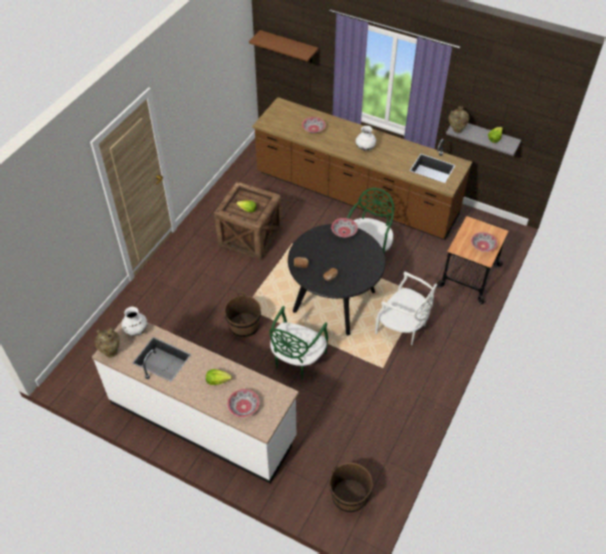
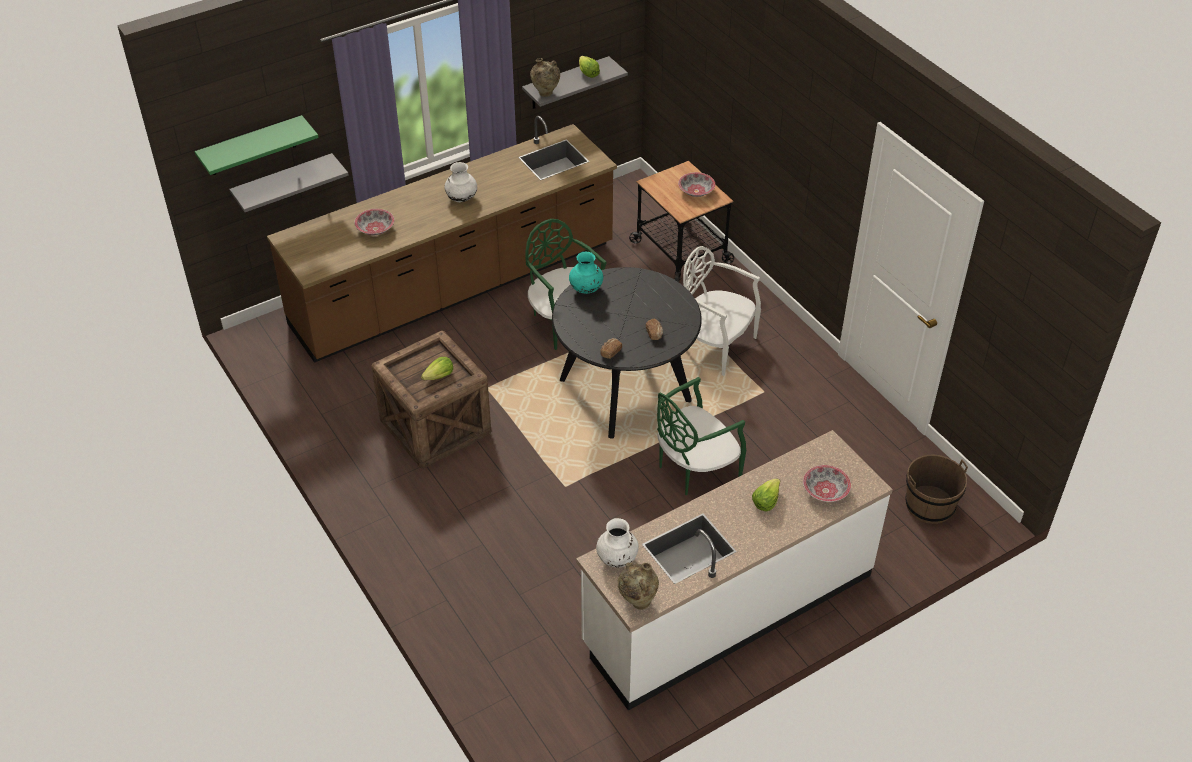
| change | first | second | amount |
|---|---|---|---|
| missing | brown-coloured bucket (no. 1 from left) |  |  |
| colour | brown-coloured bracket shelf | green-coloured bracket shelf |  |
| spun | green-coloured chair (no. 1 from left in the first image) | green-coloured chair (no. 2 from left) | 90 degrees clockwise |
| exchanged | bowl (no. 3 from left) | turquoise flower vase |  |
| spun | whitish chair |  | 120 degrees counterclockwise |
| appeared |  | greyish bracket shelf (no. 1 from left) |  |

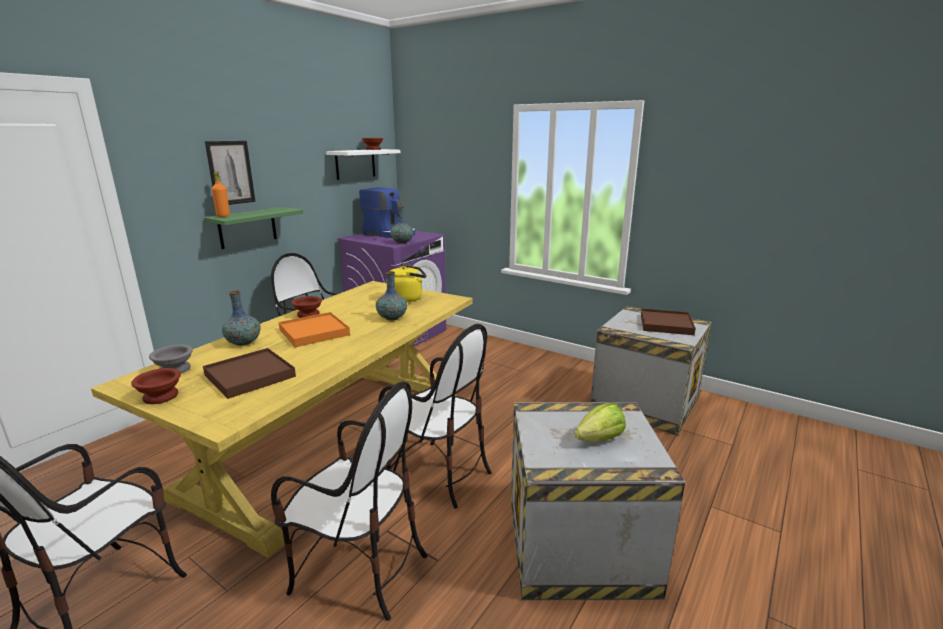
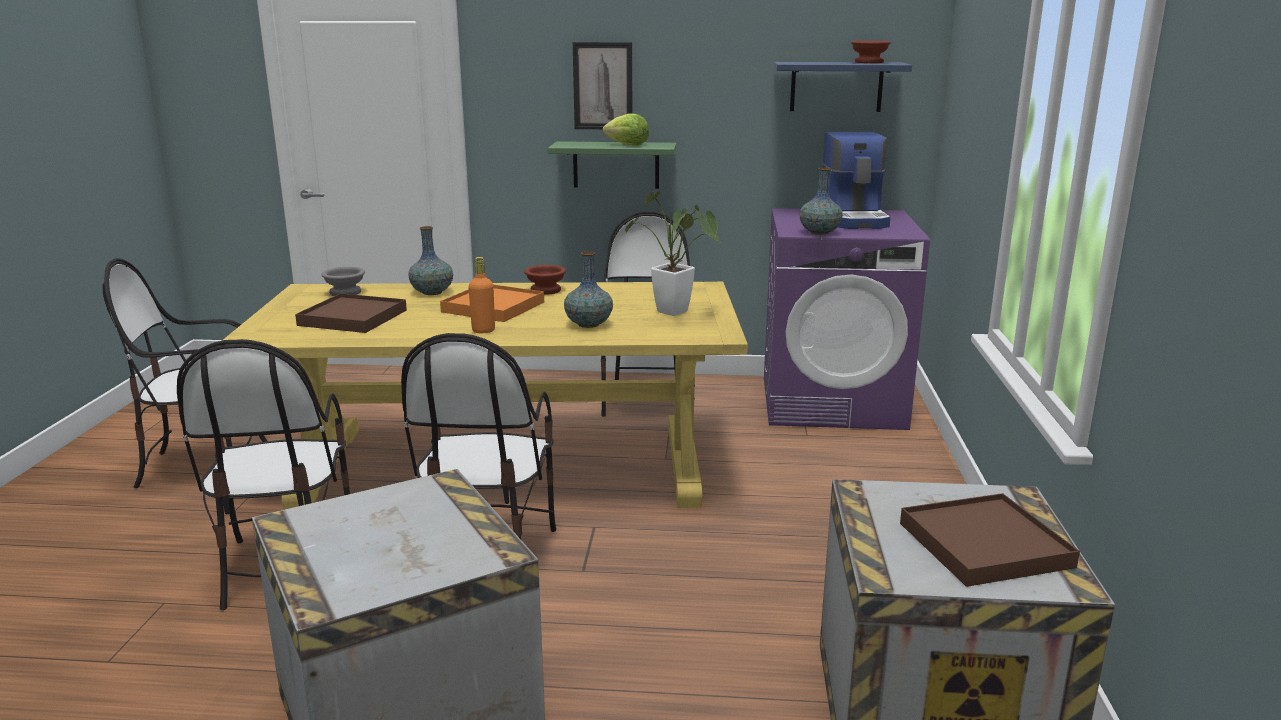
| change | first | second | amount |
|---|---|---|---|
| missing | brown-coloured bowl (no. 1 from left) |  |  |
| relocated | orange beverage bottle |  |  |
| colour | whitish bracket shelf | blue-coloured bracket shelf |  |
| exchanged | yellow-coloured water kettle | houseplant |  |
| relocated | lettuce |  |  |

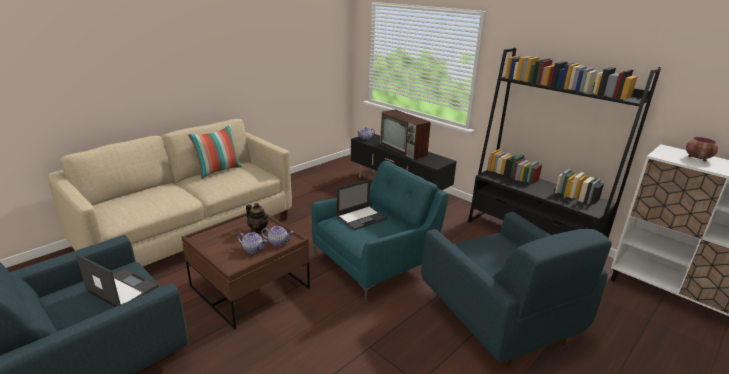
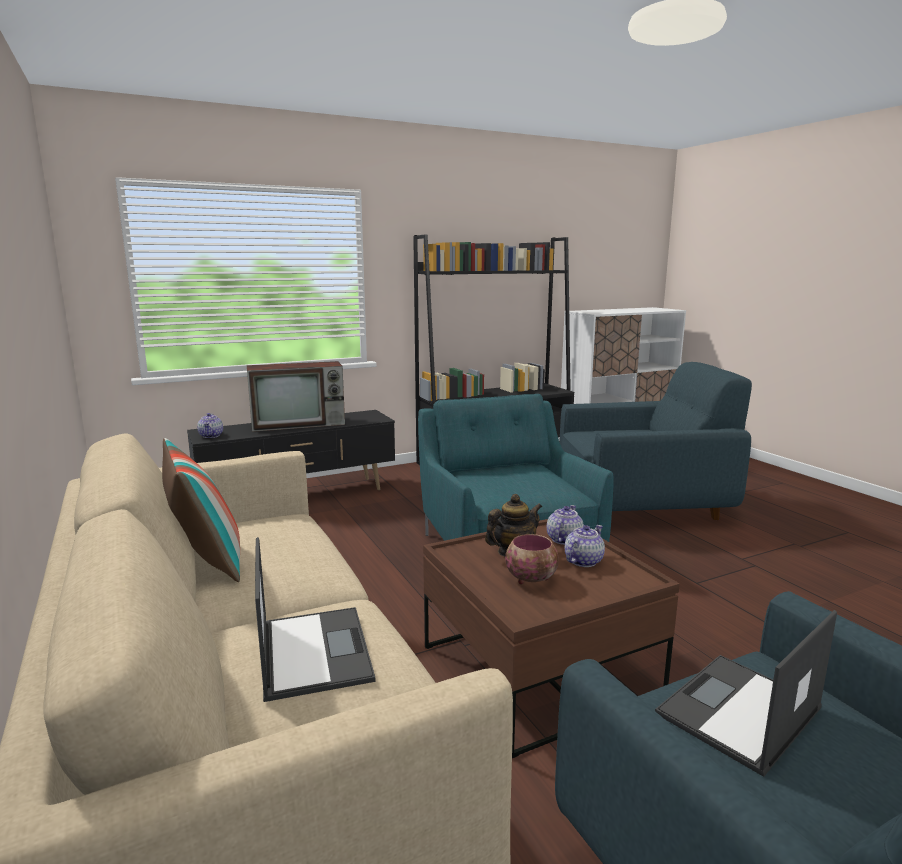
| change | first | second | amount |
|---|---|---|---|
| relocated | laptop (no. 2 from left in the first image) | laptop (no. 1 from left) |  |
| relocated | bowl |  |  |

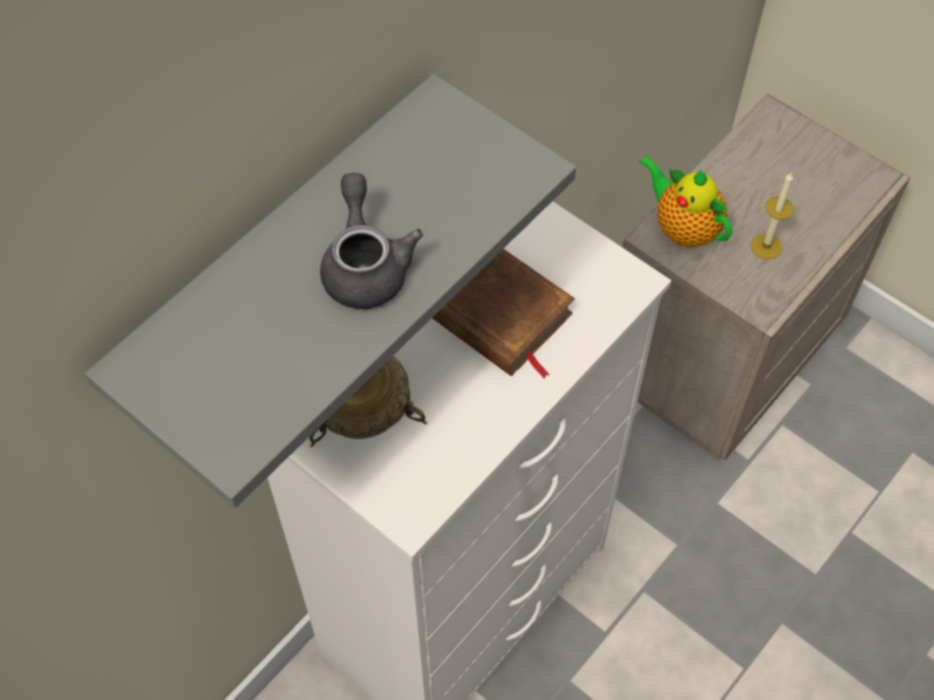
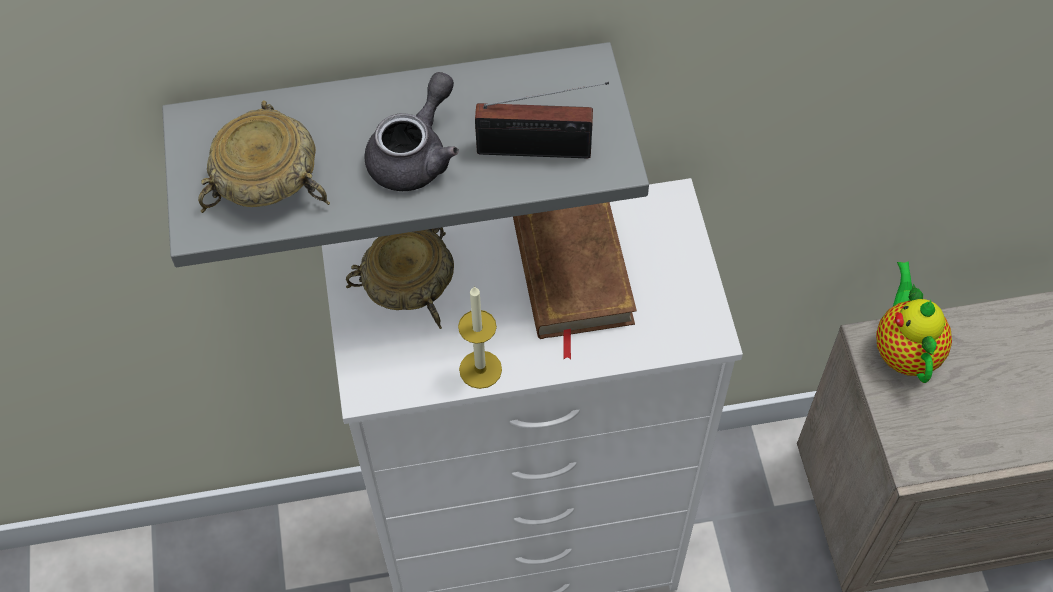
| change | first | second | amount |
|---|---|---|---|
| relocated | candle |  |  |
| appeared |  | beige bowl (no. 1 from left) |  |
| appeared |  | radio set |  |

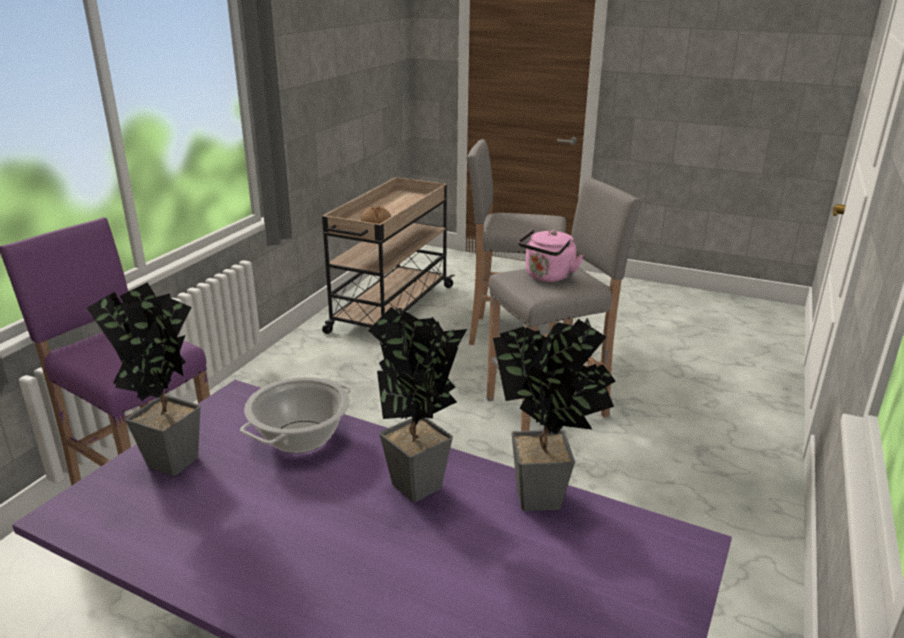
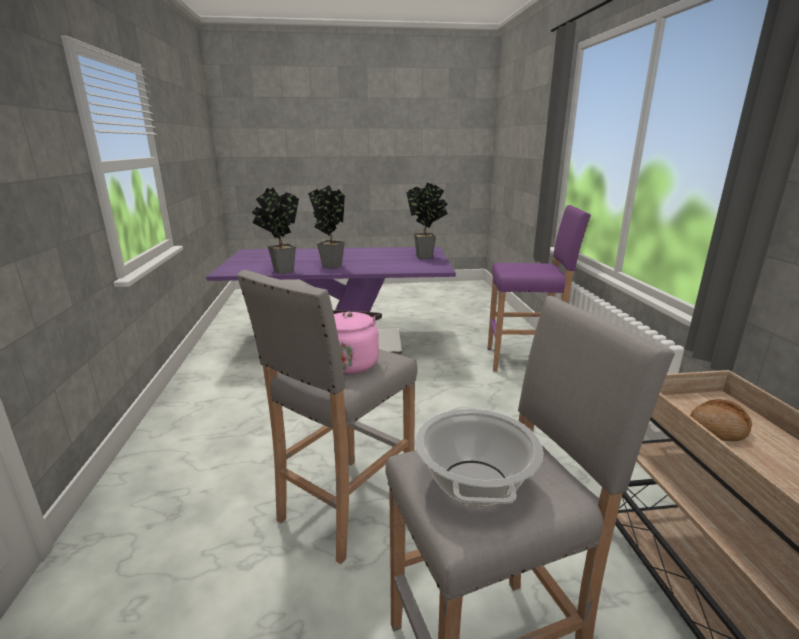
| change | first | second | amount |
|---|---|---|---|
| relocated | saucepot |  |  |

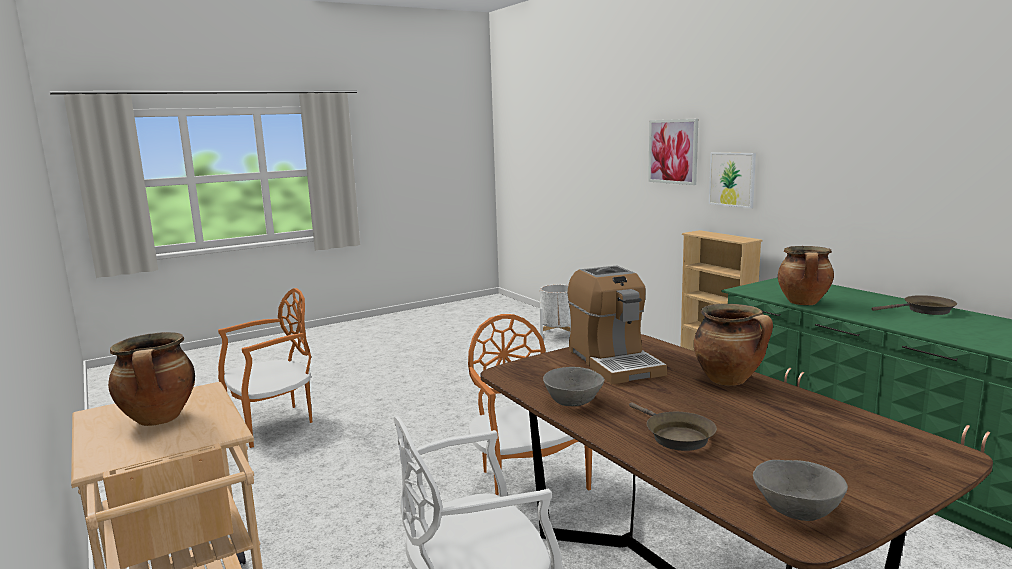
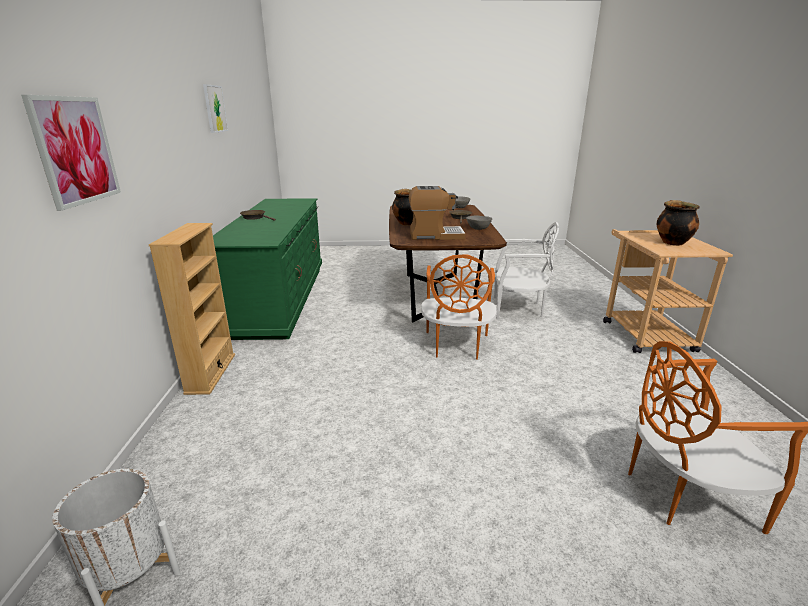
| change | first | second | amount |
|---|---|---|---|
| spun | coffee brewer |  | 75 degrees clockwise |
| relocated | picture (no. 2 from left) |  |  |
| missing | saucepot (no. 3 from left) |  |  |

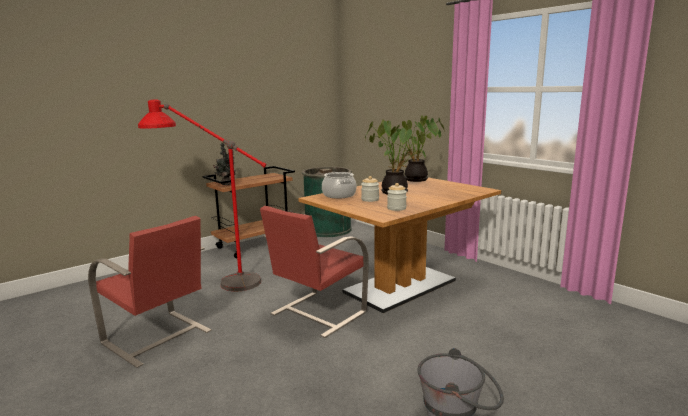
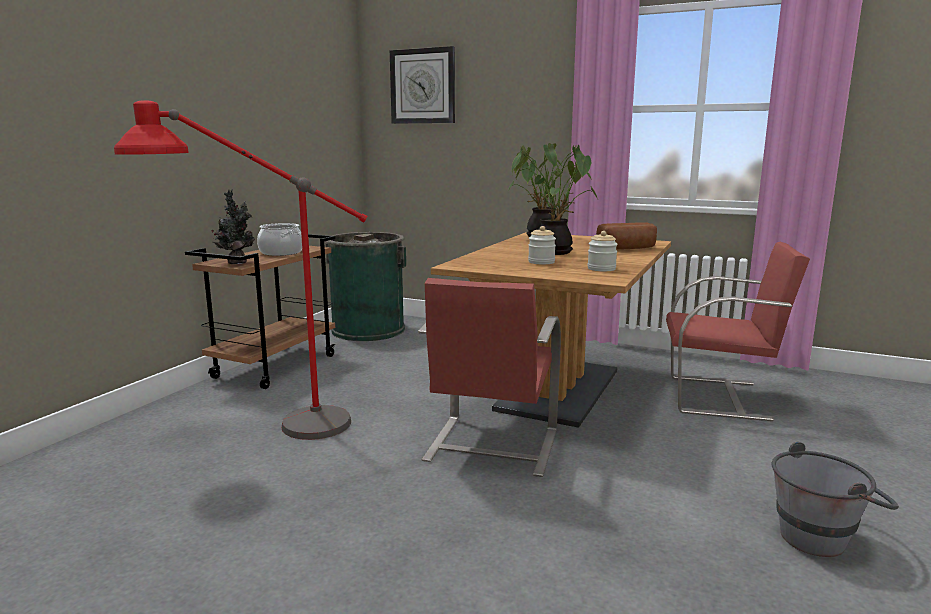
| change | first | second | amount |
|---|---|---|---|
| relocated | red chair (no. 1 from left in the first image) | red chair (no. 2 from left) |  |
| relocated | saucepot |  |  |
| appeared |  | clock on the wall |  |
| appeared |  | baked bread |  |

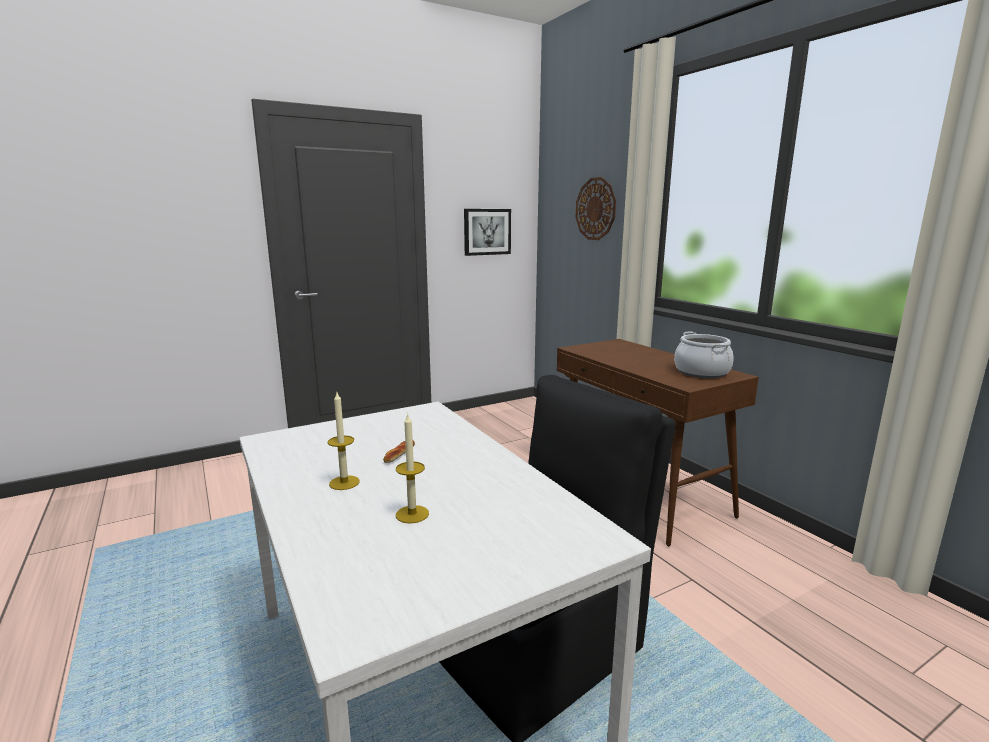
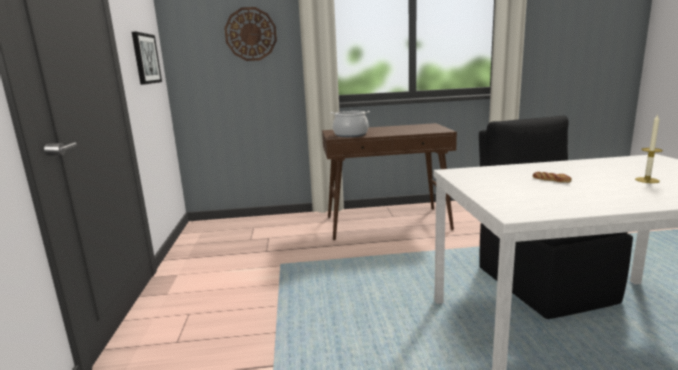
| change | first | second | amount |
|---|---|---|---|
| missing | candle (no. 1 from left) |  |  |
| relocated | saucepot |  |  |

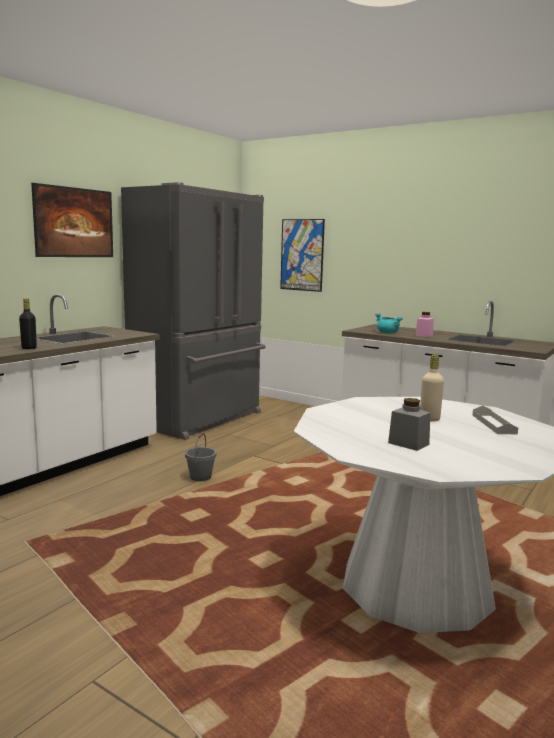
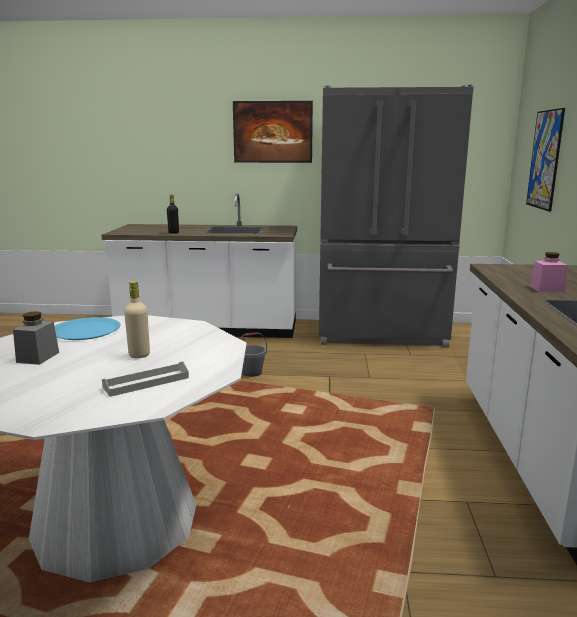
| change | first | second | amount |
|---|---|---|---|
| missing | turquoise saucepot |  |  |
| appeared |  | blue-coloured flat dish |  |

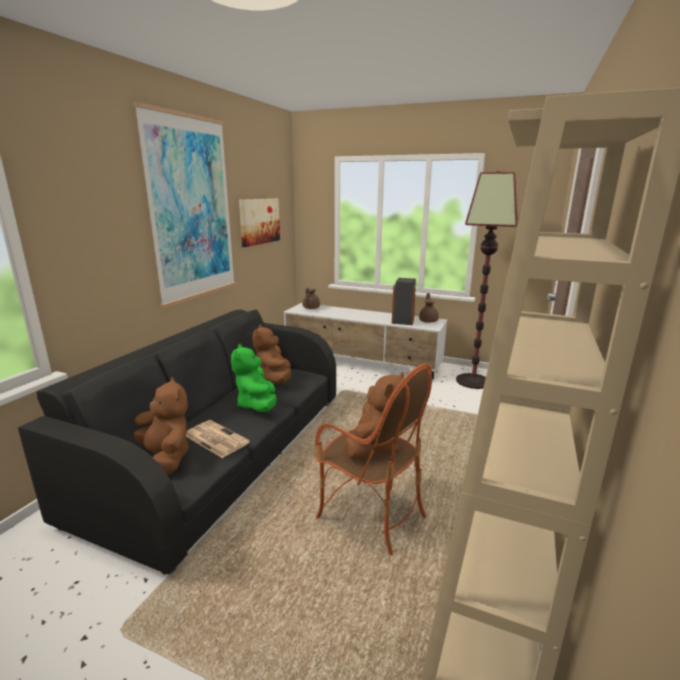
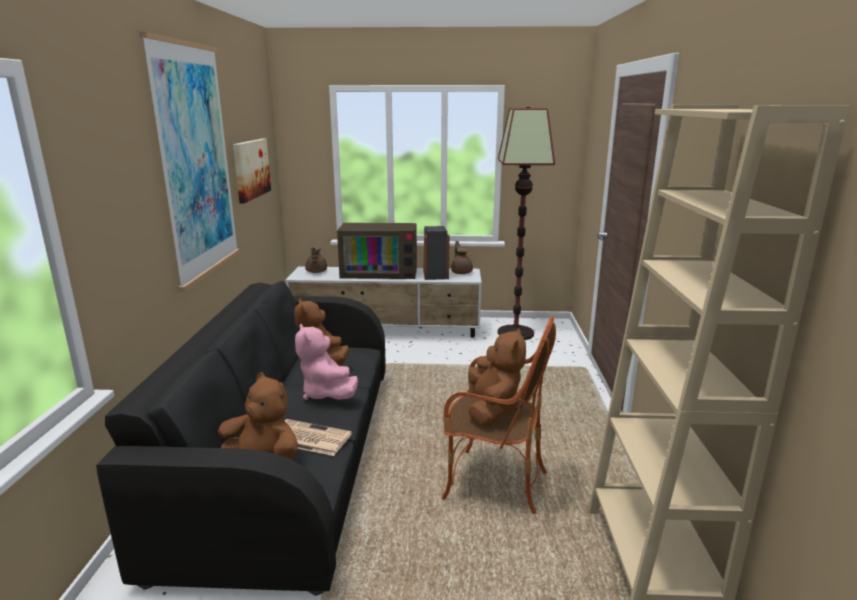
| change | first | second | amount |
|---|---|---|---|
| colour | green-coloured soft toy | pinkish soft toy |  |
| appeared |  | TV |  |

